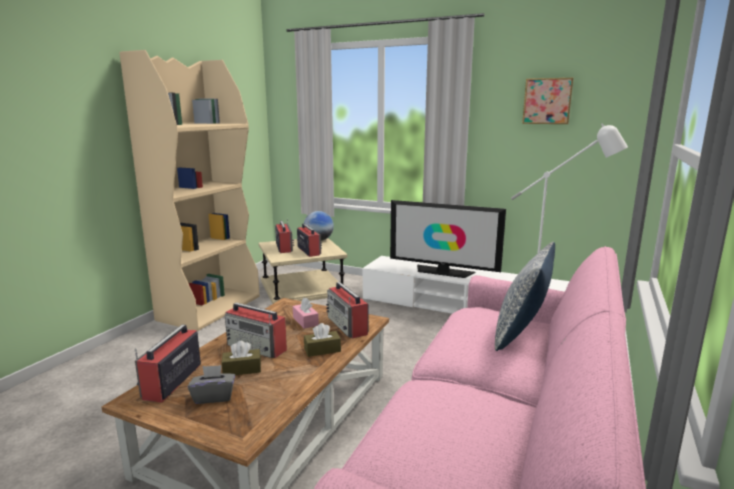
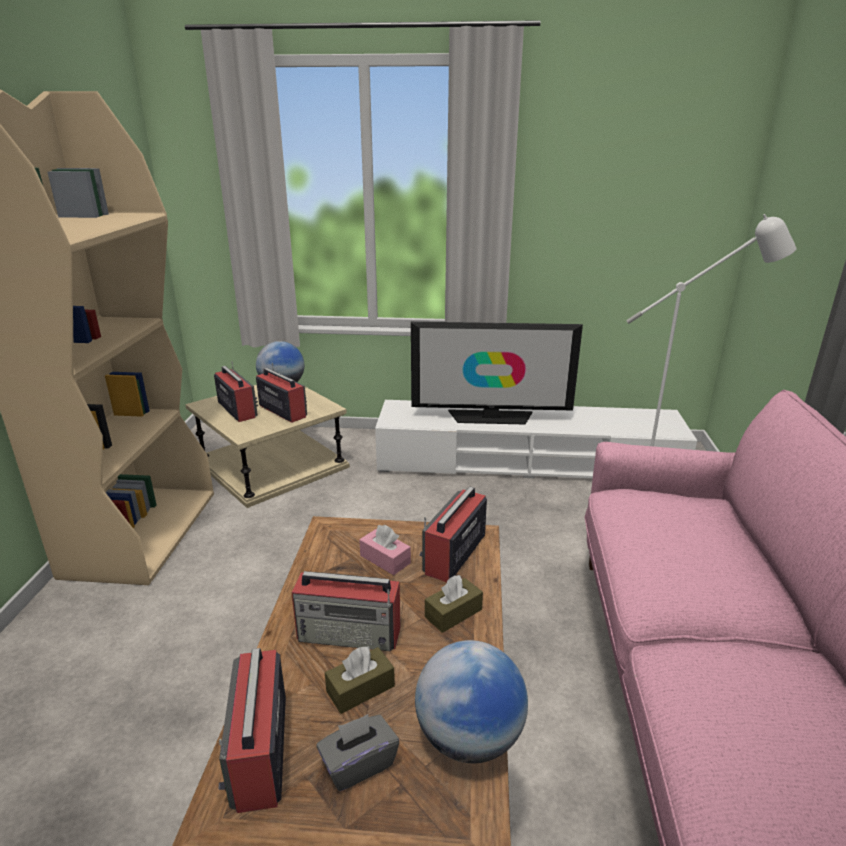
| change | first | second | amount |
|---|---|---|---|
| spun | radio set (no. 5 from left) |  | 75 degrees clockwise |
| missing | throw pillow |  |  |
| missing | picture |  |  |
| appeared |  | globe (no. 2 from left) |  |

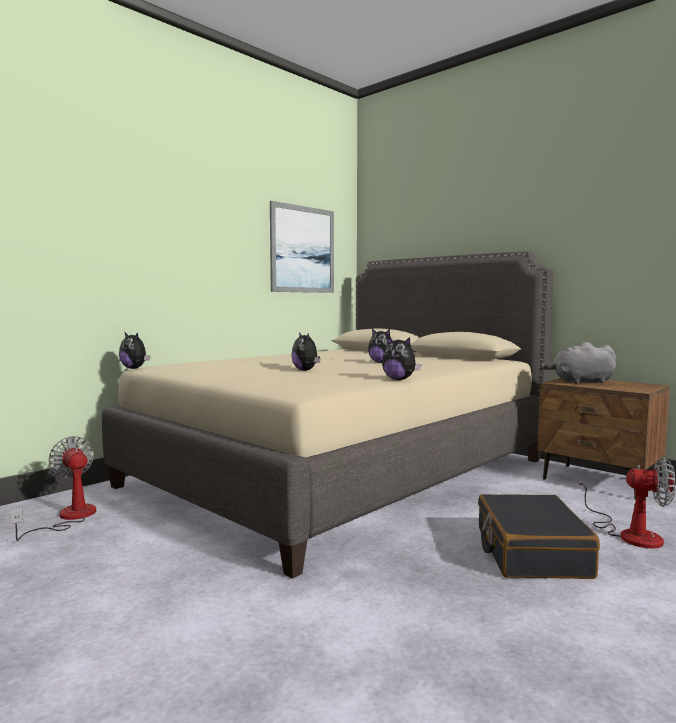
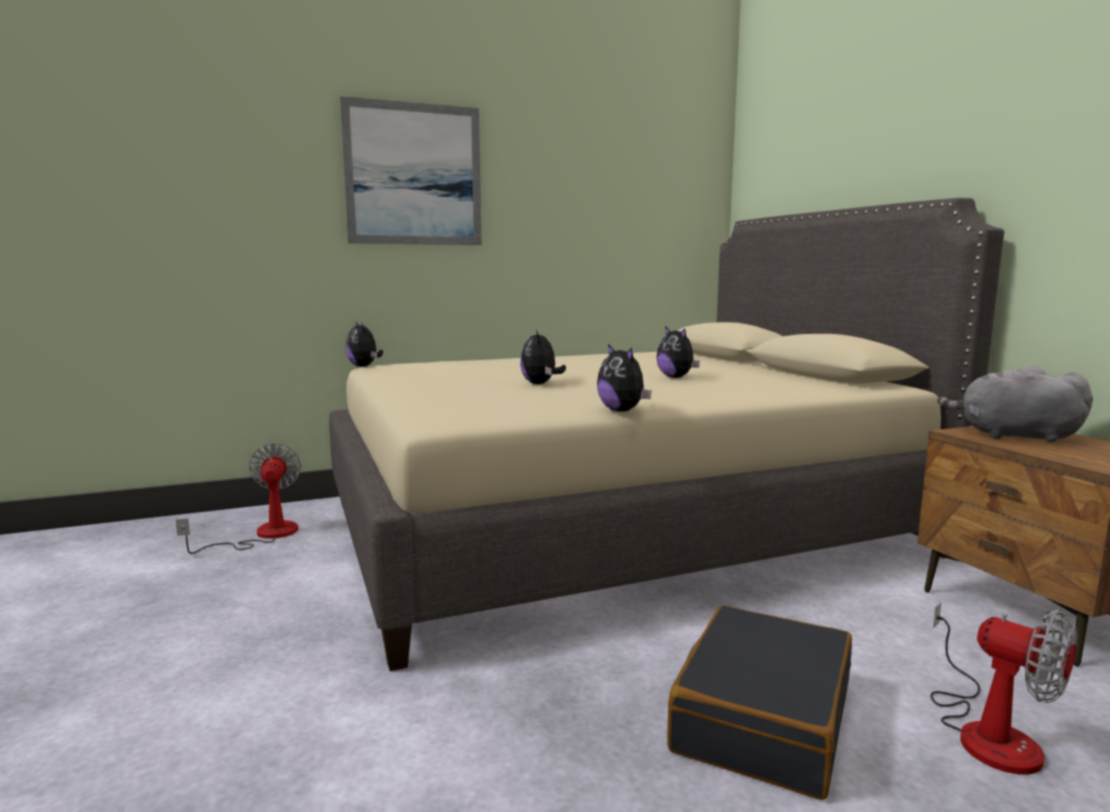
| change | first | second | amount |
|---|---|---|---|
| relocated | picture |  |  |

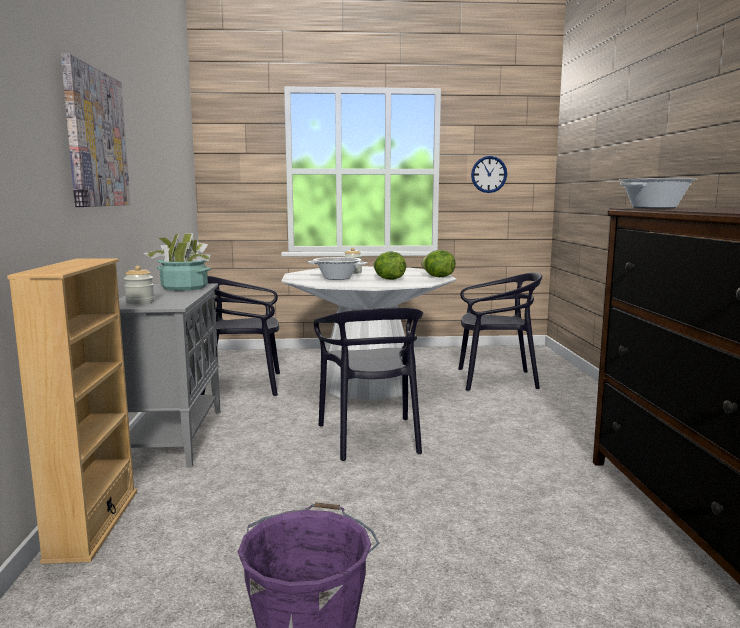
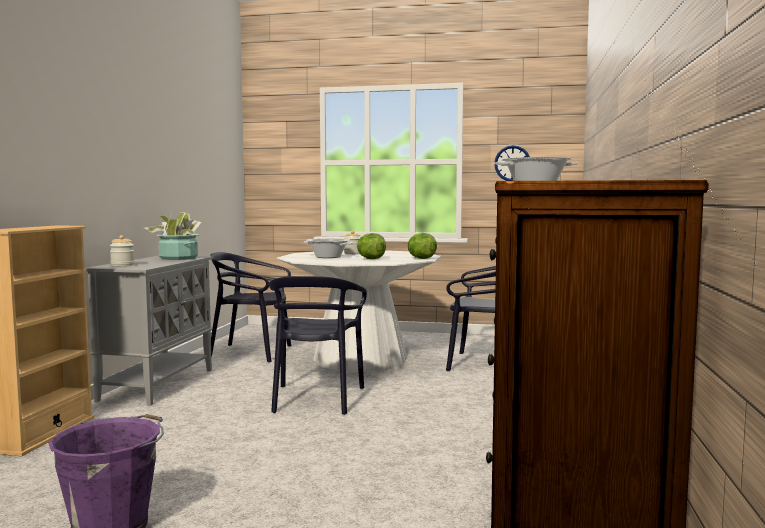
| change | first | second | amount |
|---|---|---|---|
| missing | picture |  |  |

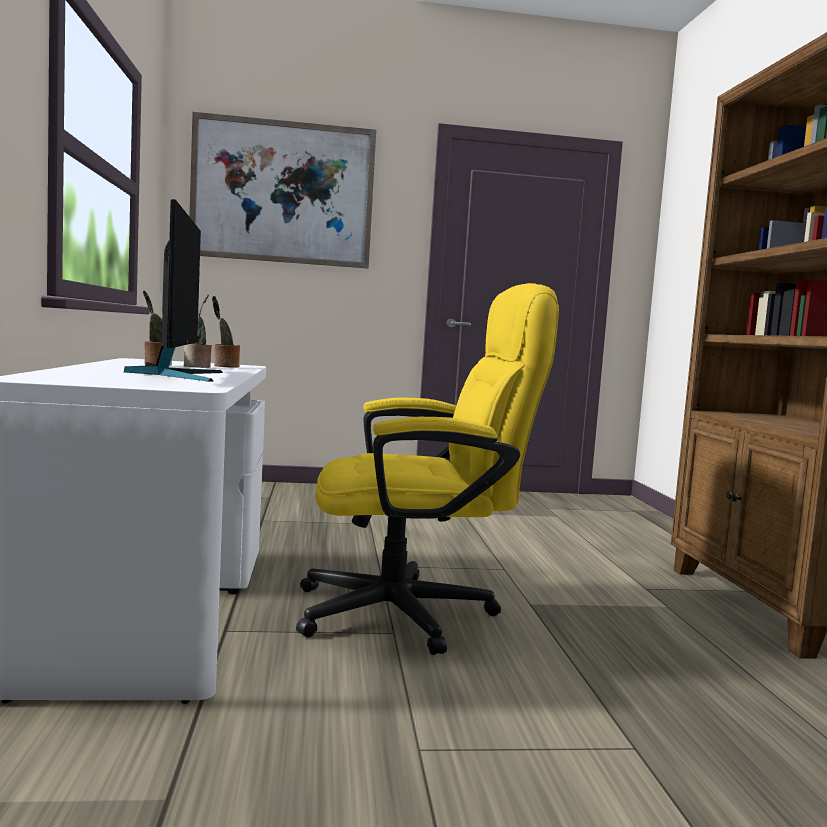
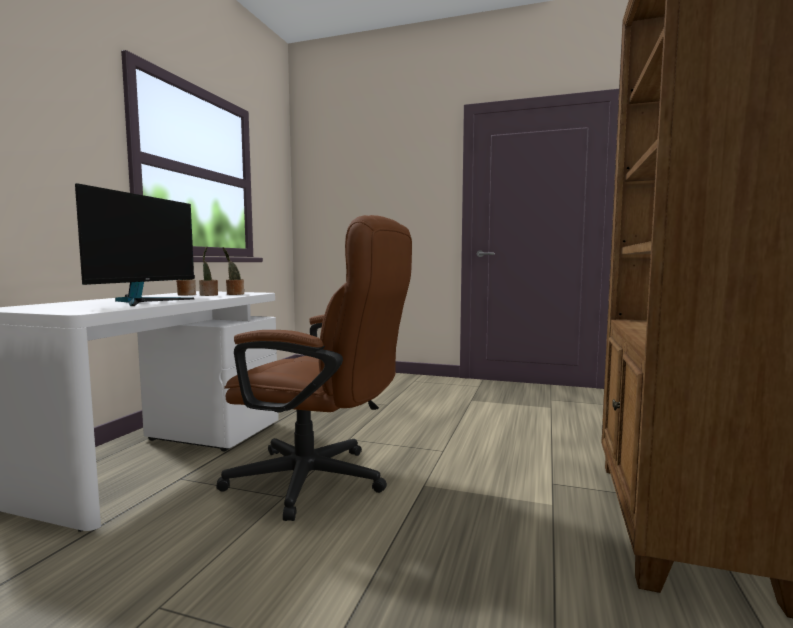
| change | first | second | amount |
|---|---|---|---|
| missing | picture |  |  |
| colour | yellow-coloured office chair | brown-coloured office chair |  |

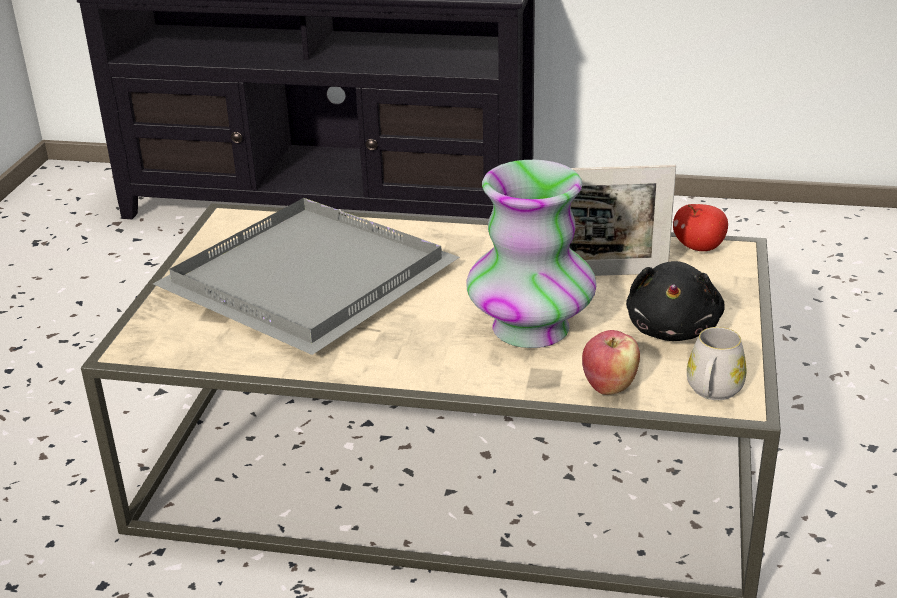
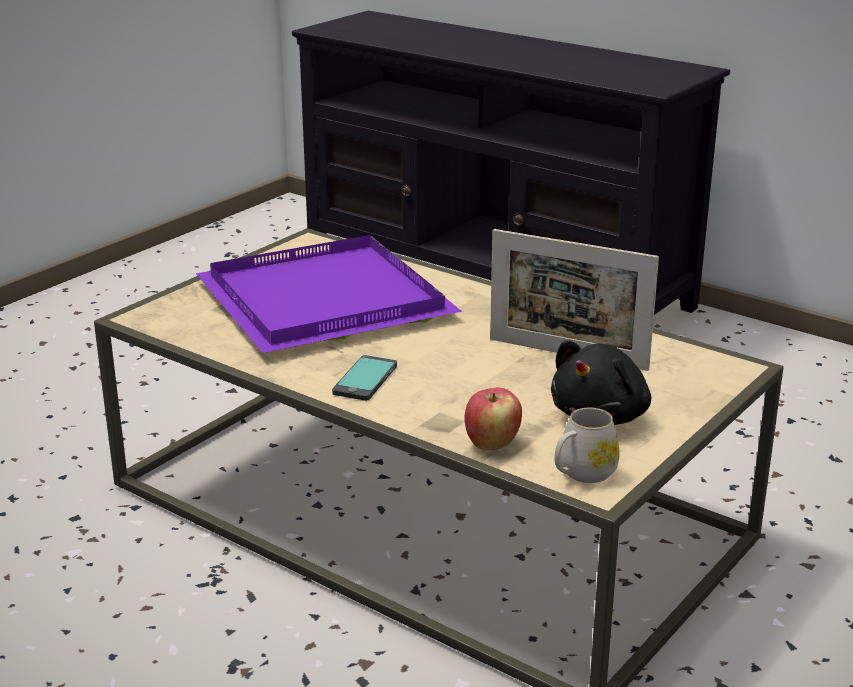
| change | first | second | amount |
|---|---|---|---|
| colour | greyish tray | purple tray |  |
| missing | flower vase |  |  |
| missing | apple (no. 2 from left) |  |  |
| appeared |  | telephone |  |

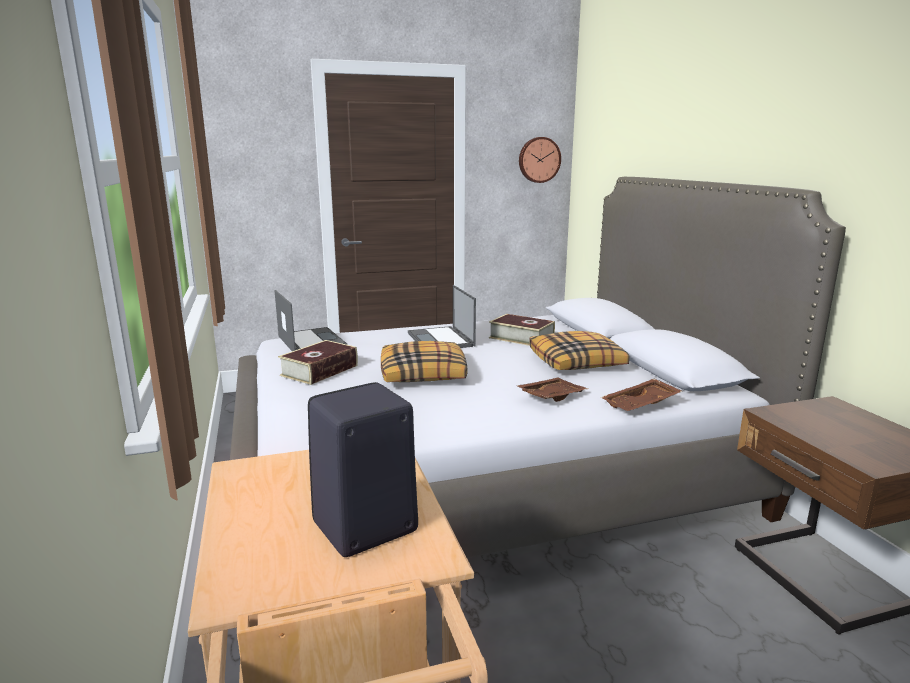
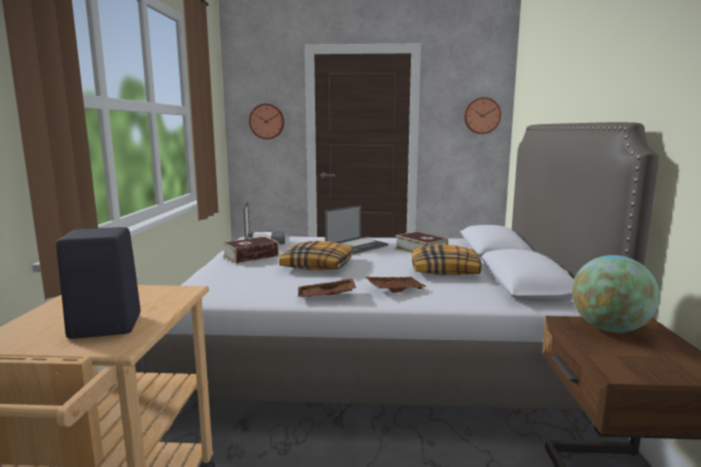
| change | first | second | amount |
|---|---|---|---|
| spun | laptop (no. 2 from left) |  | 135 degrees counterclockwise |
| relocated | brown-coloured tray (no. 2 from left in the first image) | brown-coloured tray (no. 1 from left) |  |
| appeared |  | clock on the wall (no. 1 from left) |  |
| appeared |  | globe |  |

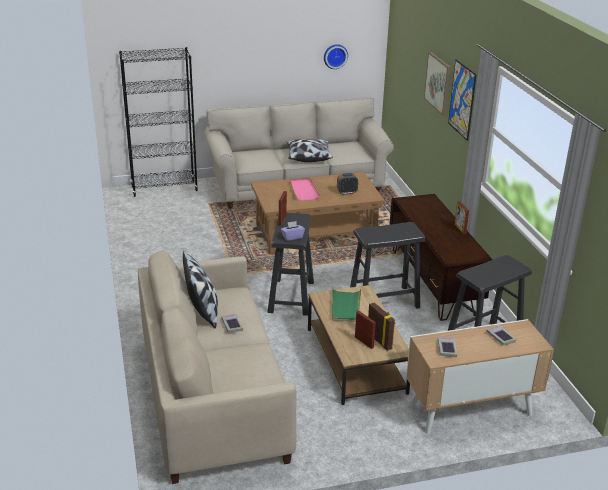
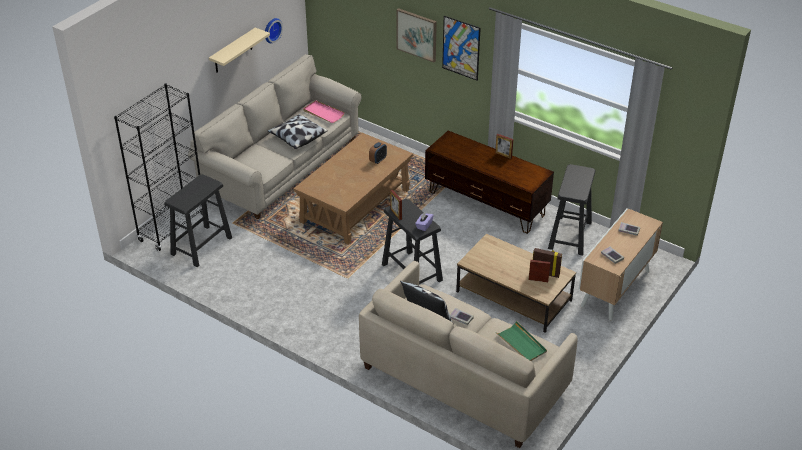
| change | first | second | amount |
|---|---|---|---|
| relocated | pinkish tray |  |  |
| relocated | green-coloured tray |  |  |
| relocated | black stool (no. 2 from left in the first image) | black stool (no. 1 from left) |  |
| appeared |  | beige bracket shelf |  |

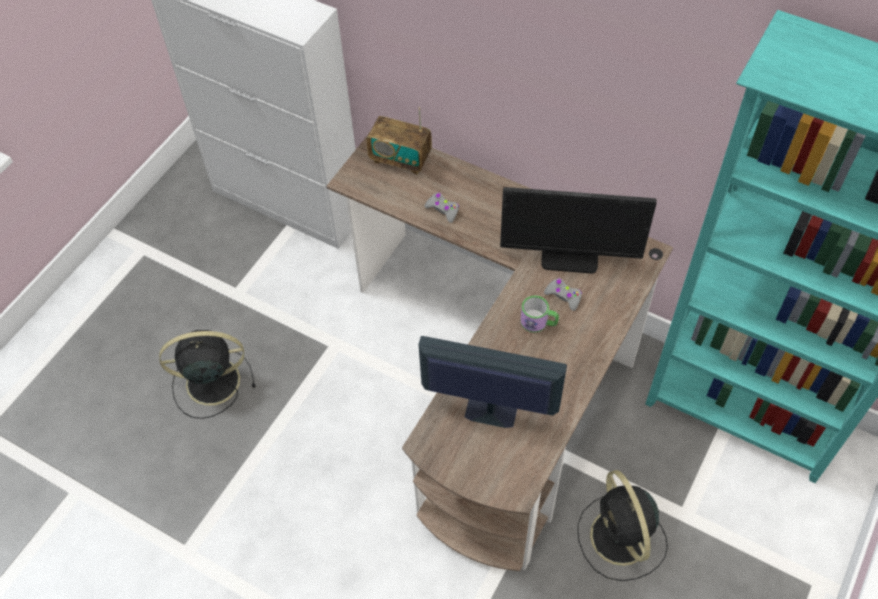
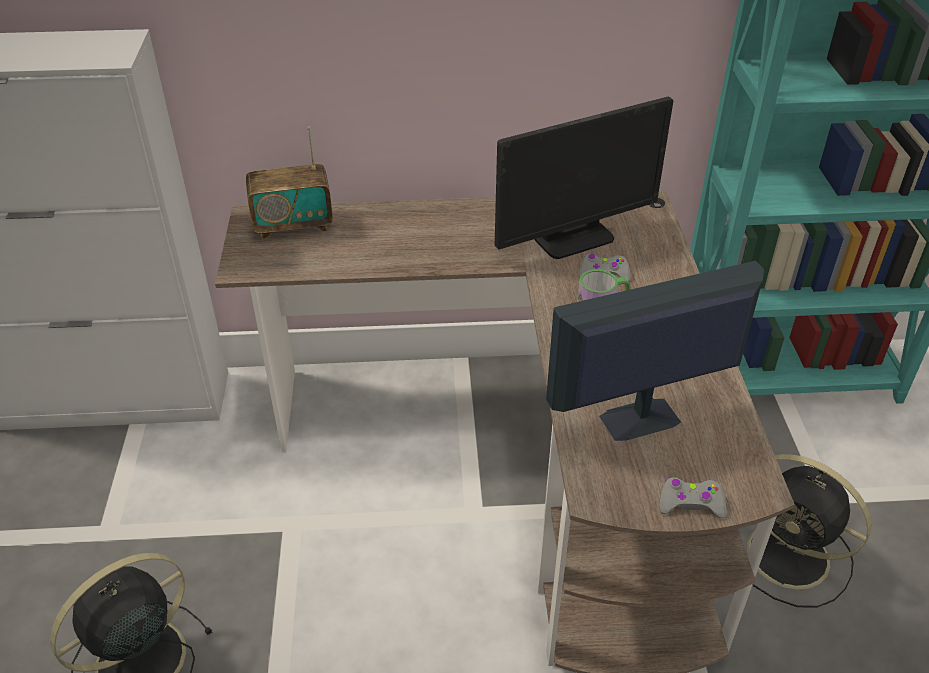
| change | first | second | amount |
|---|---|---|---|
| relocated | greyish joypad (no. 1 from left in the first image) | greyish joypad (no. 2 from left) |  |

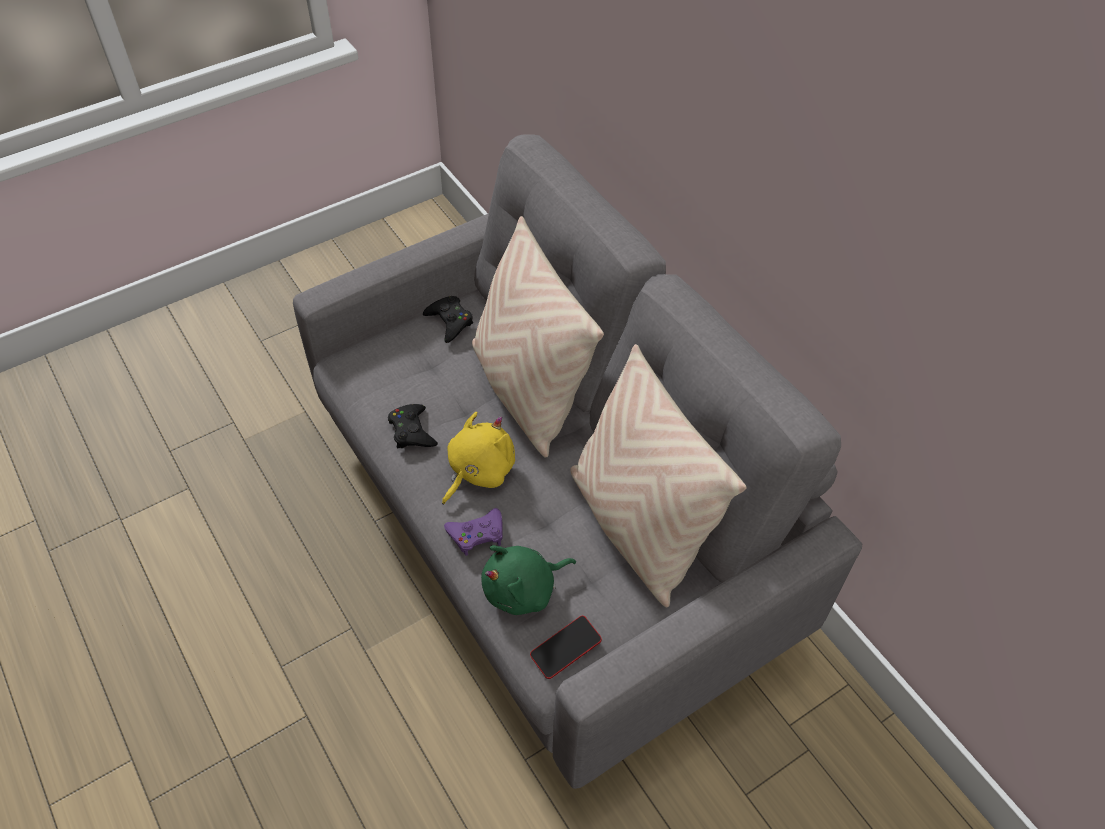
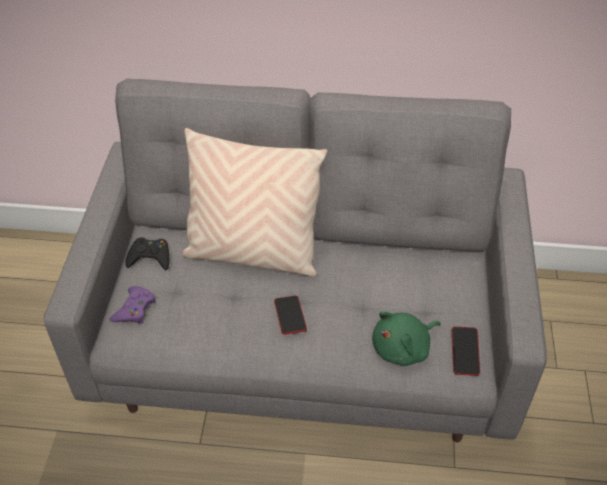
| change | first | second | amount |
|---|---|---|---|
| missing | black joypad (no. 1 from left) |  |  |
| exchanged | yellow-coloured soft toy | telephone (no. 1 from left) |  |
| relocated | purple joypad |  |  |
| spun | green-coloured soft toy |  | 45 degrees clockwise |
| missing | beige throw pillow (no. 2 from left) |  |  |

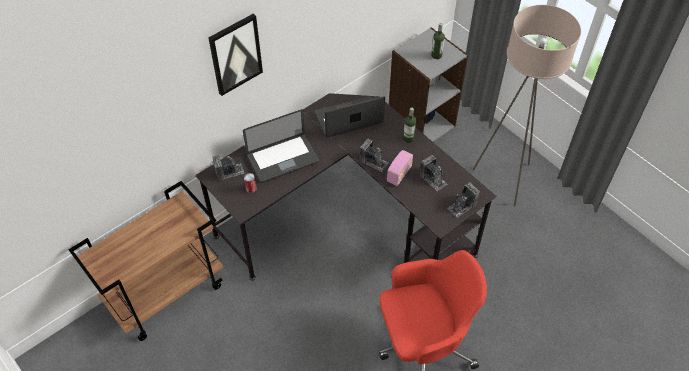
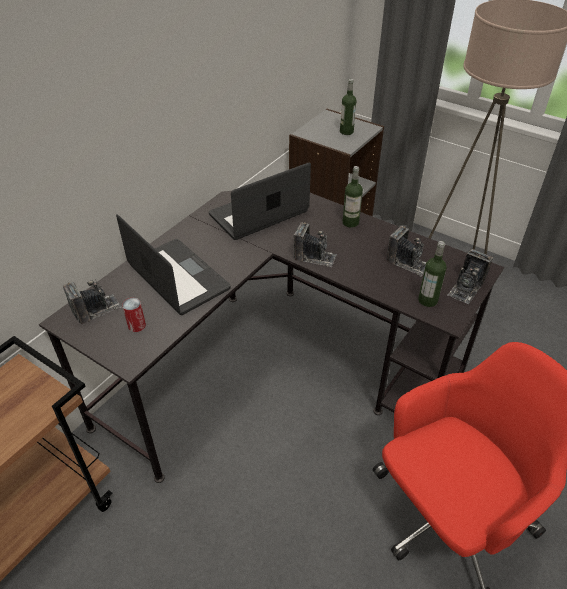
| change | first | second | amount |
|---|---|---|---|
| missing | picture |  |  |
| spun | laptop (no. 1 from left) |  | 90 degrees counterclockwise |
| missing | radio set |  |  |
| appeared |  | beverage bottle (no. 3 from left) |  |

